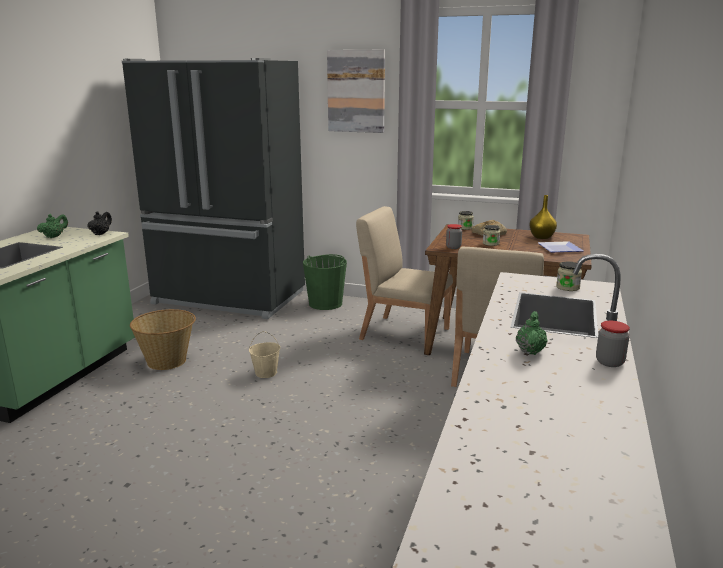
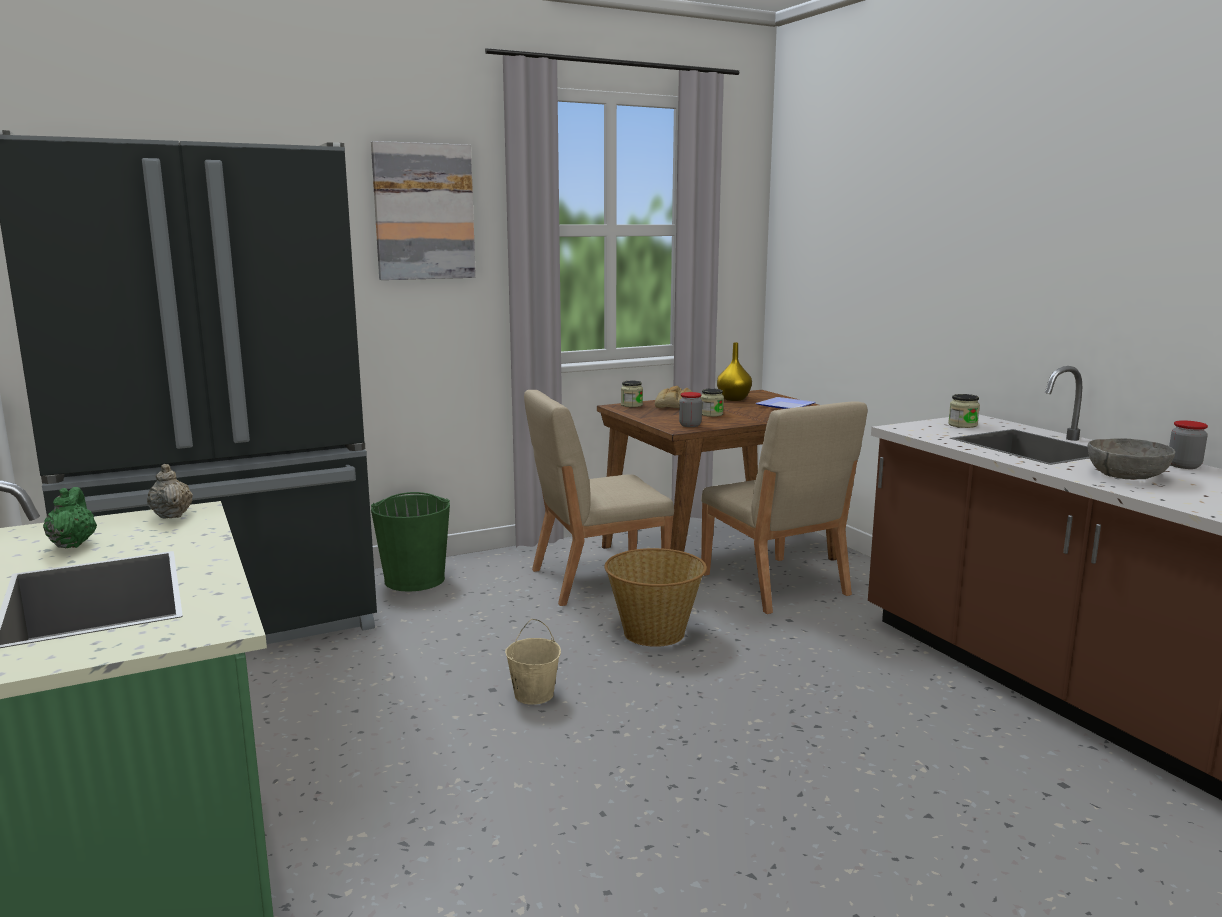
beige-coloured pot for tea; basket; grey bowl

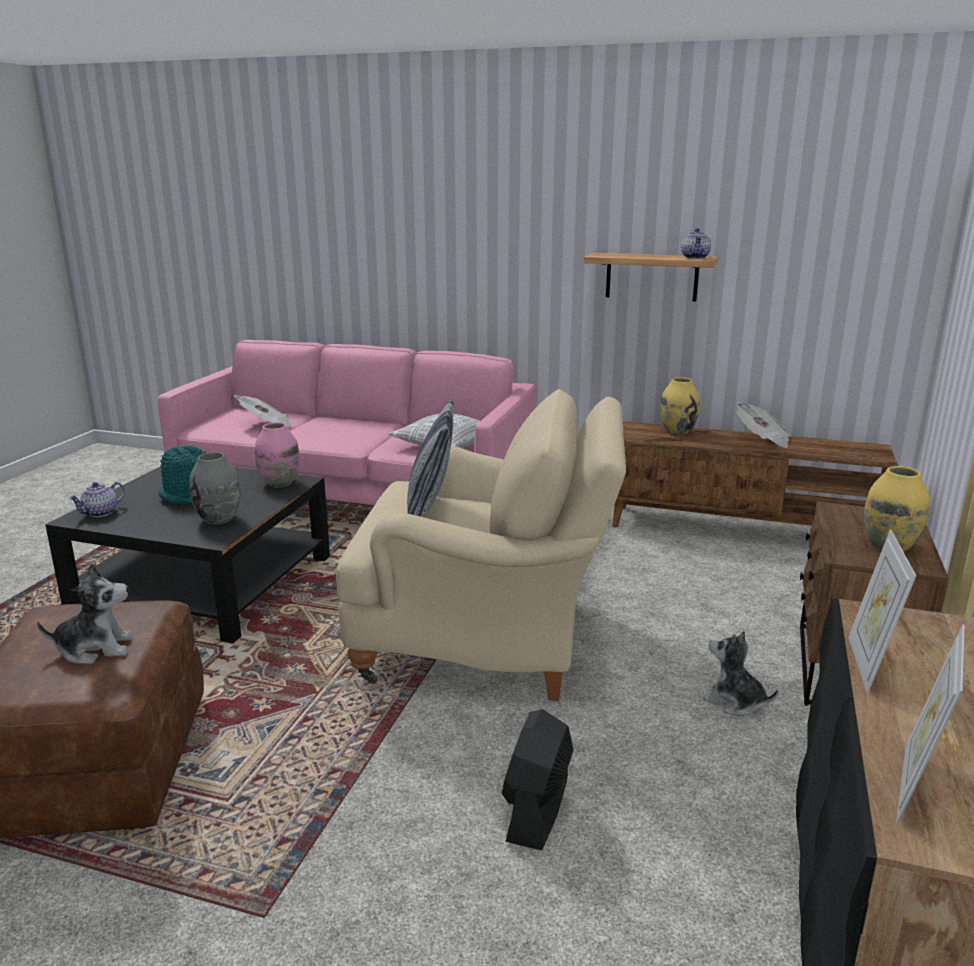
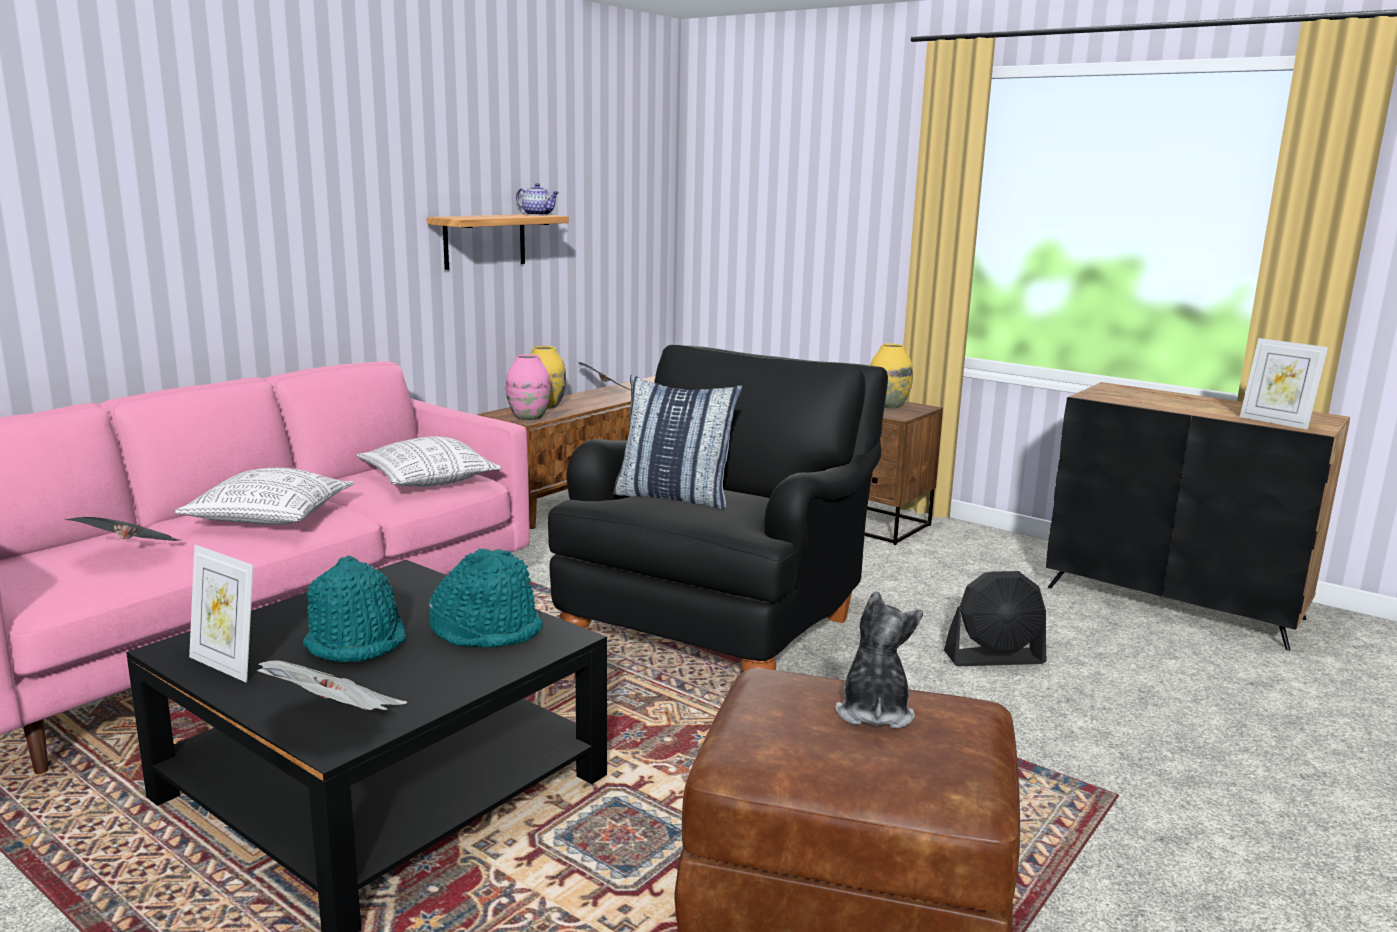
black easy chair; pink-coloured flower vase; turquoise-coloured clothing hat (no. 2 from left); printed paper (no. 2 from left); picture frame (no. 1 from left); cuddly toy (no. 2 from left in the first image); black electric fan; cushion (no. 1 from left)

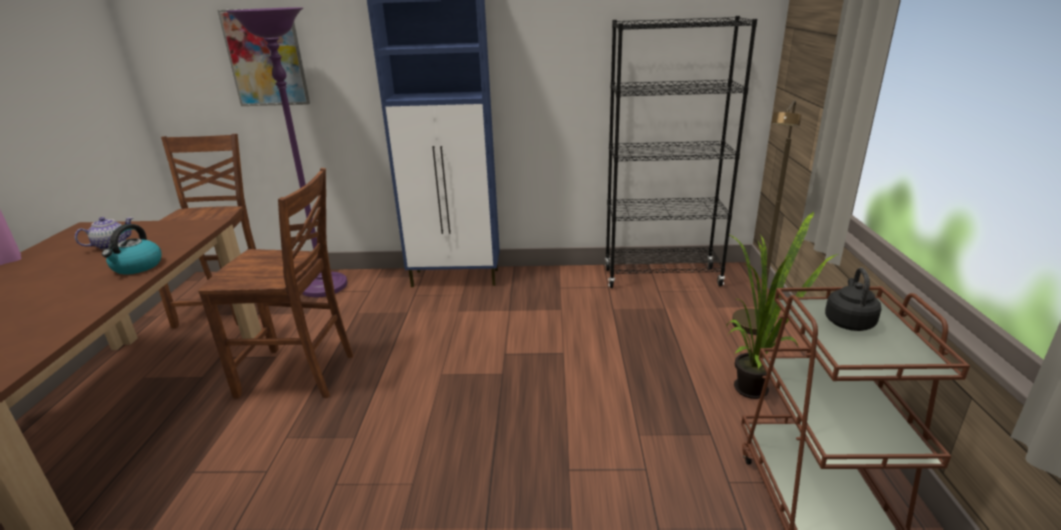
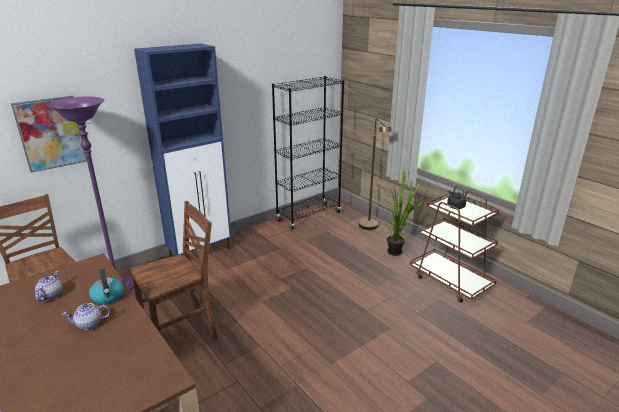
pot for tea (no. 2 from left)

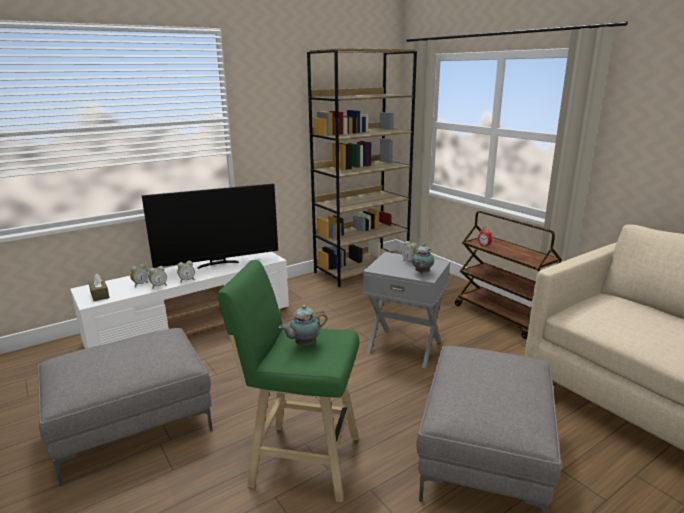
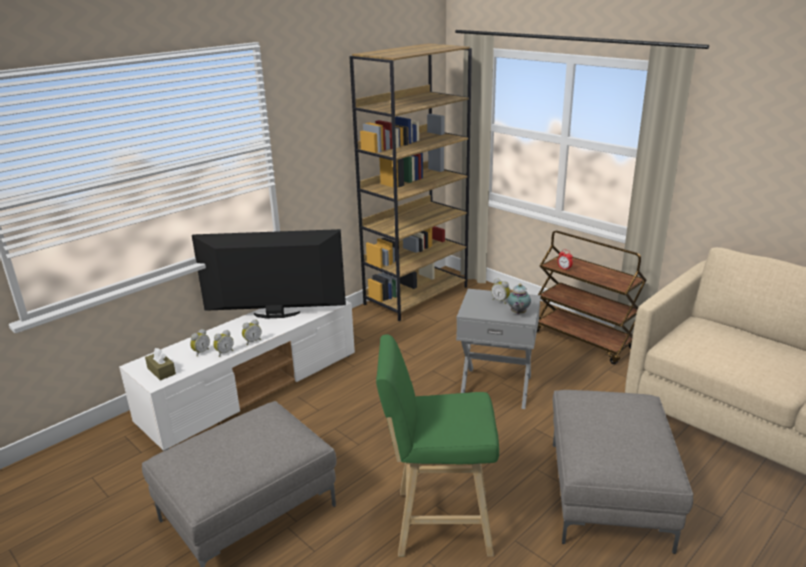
TV set; pot for tea (no. 1 from left in the first image)

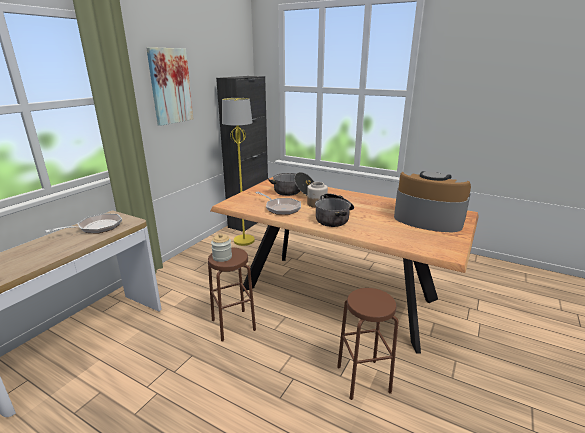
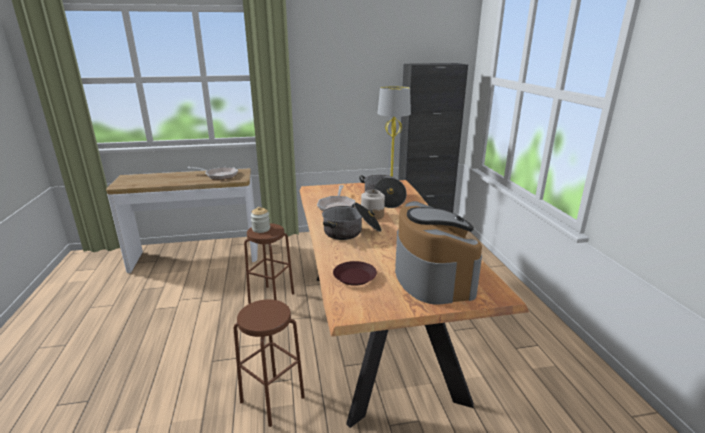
wall art; brown plate

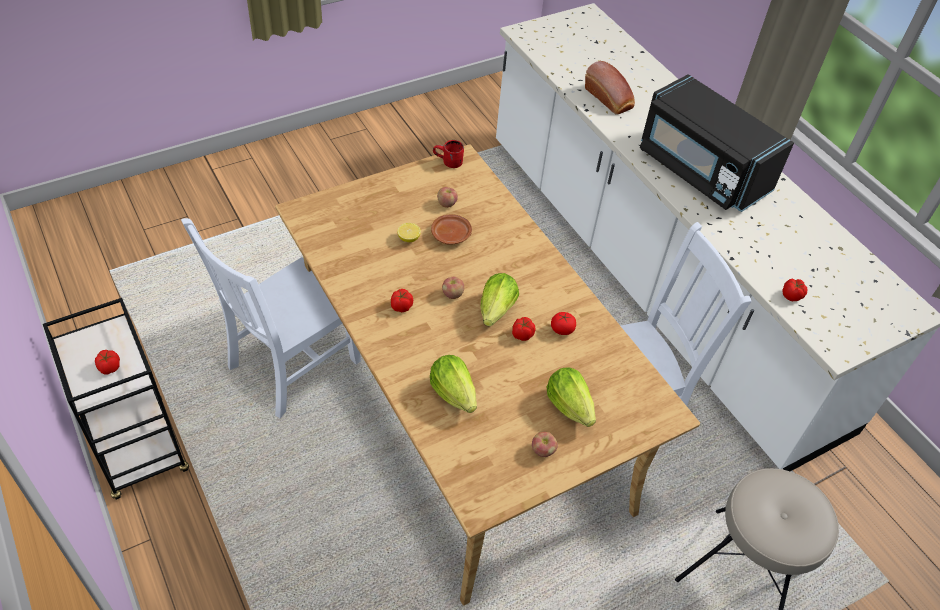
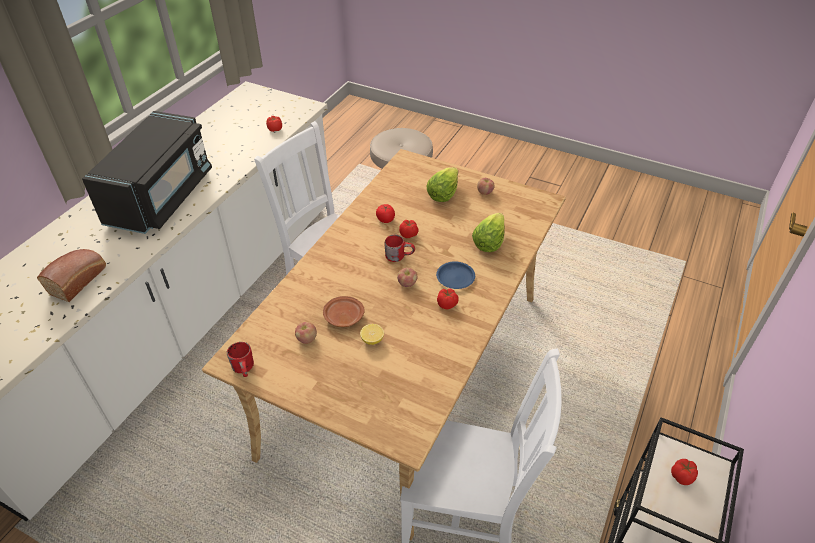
red-coloured tea mug (no. 2 from left); blue plate

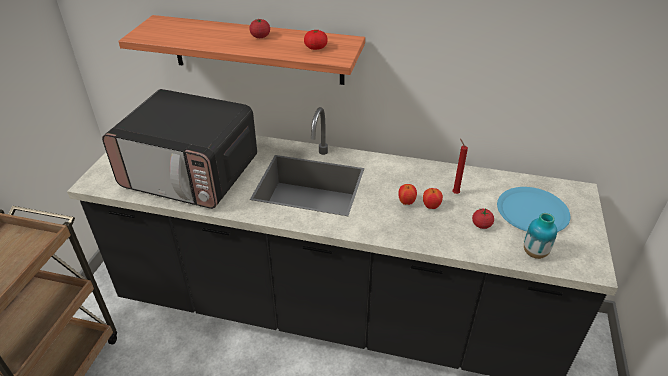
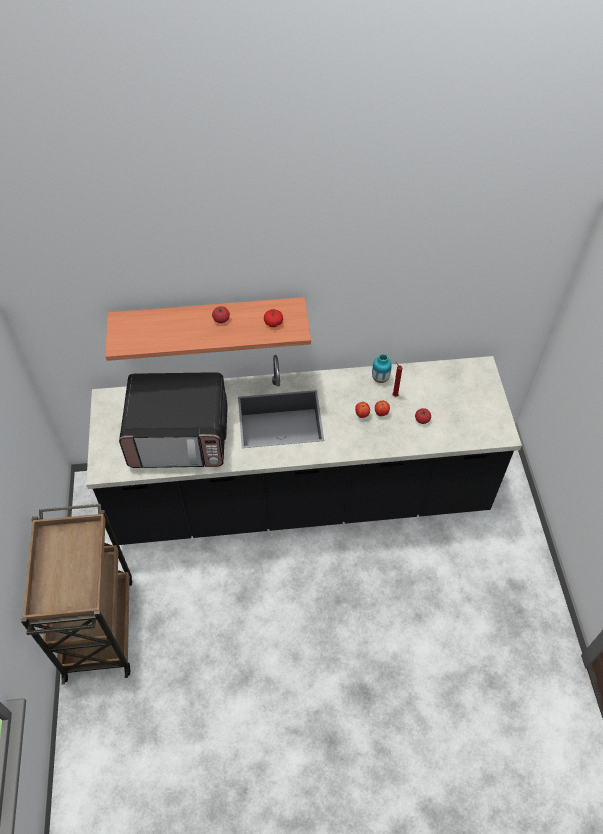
blue plate; flower vase

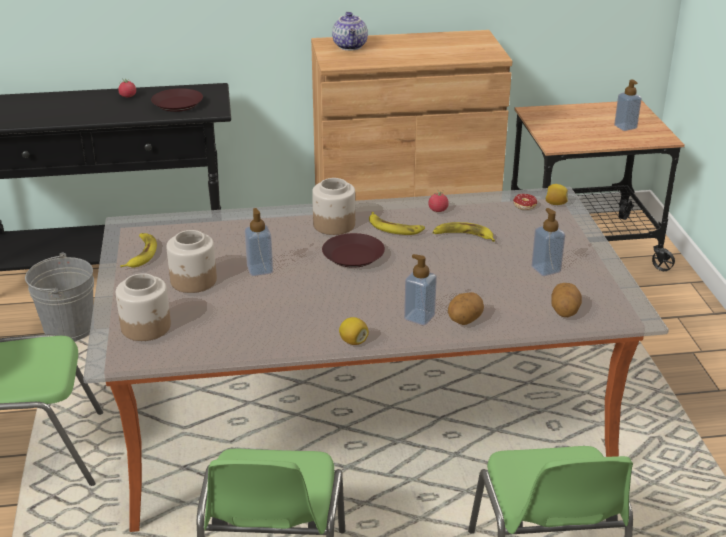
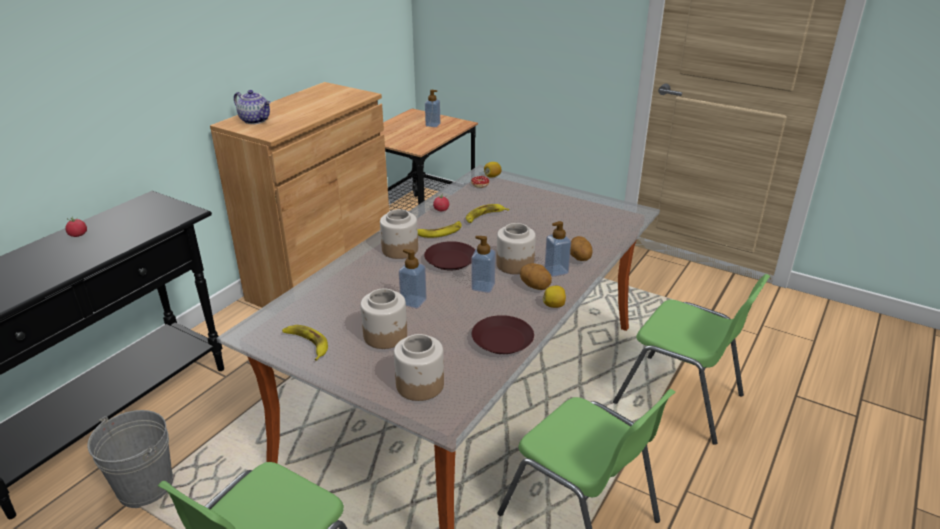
brown plate (no. 2 from left); soap dispenser (no. 3 from left); spud (no. 1 from left); storage jar (no. 4 from left)

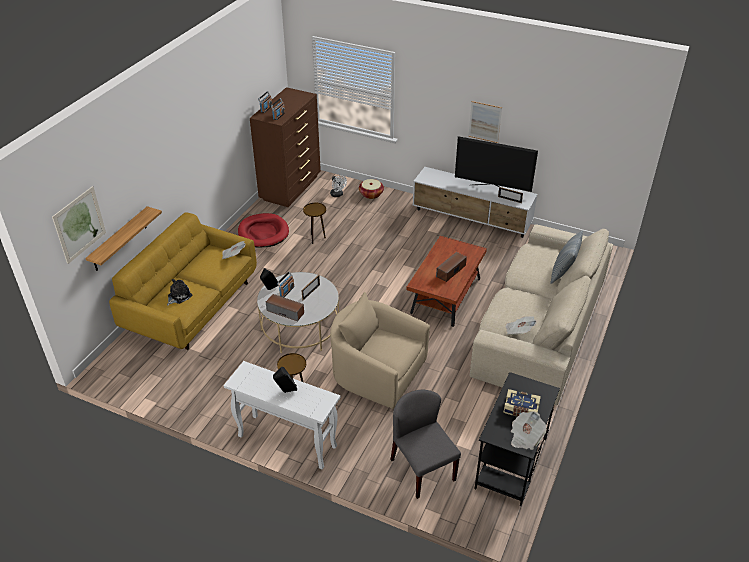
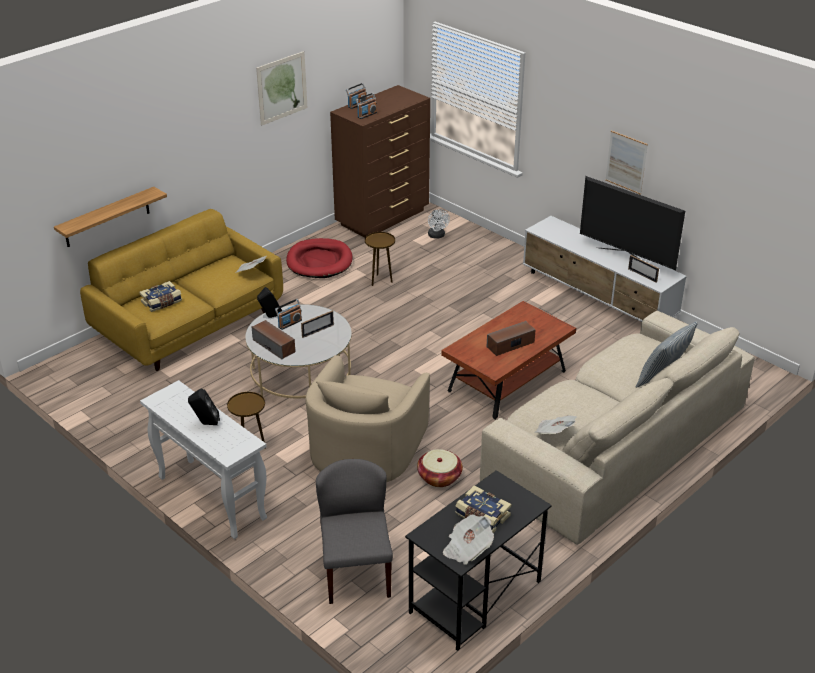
basket; wall art (no. 1 from left); book (no. 1 from left); beige-coloured easy chair

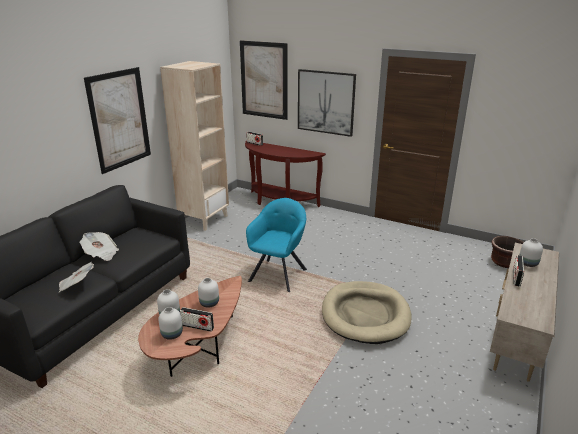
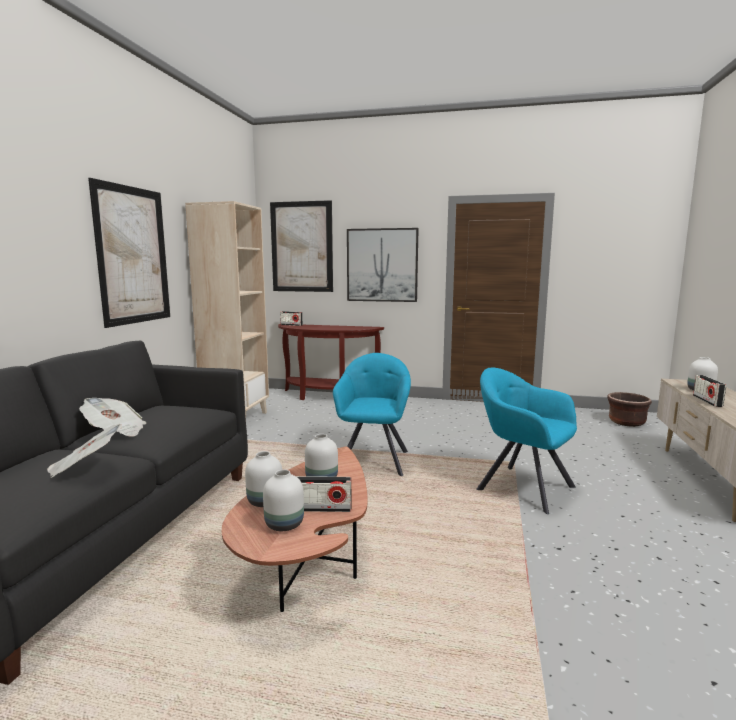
turquoise-coloured easy chair (no. 2 from left)

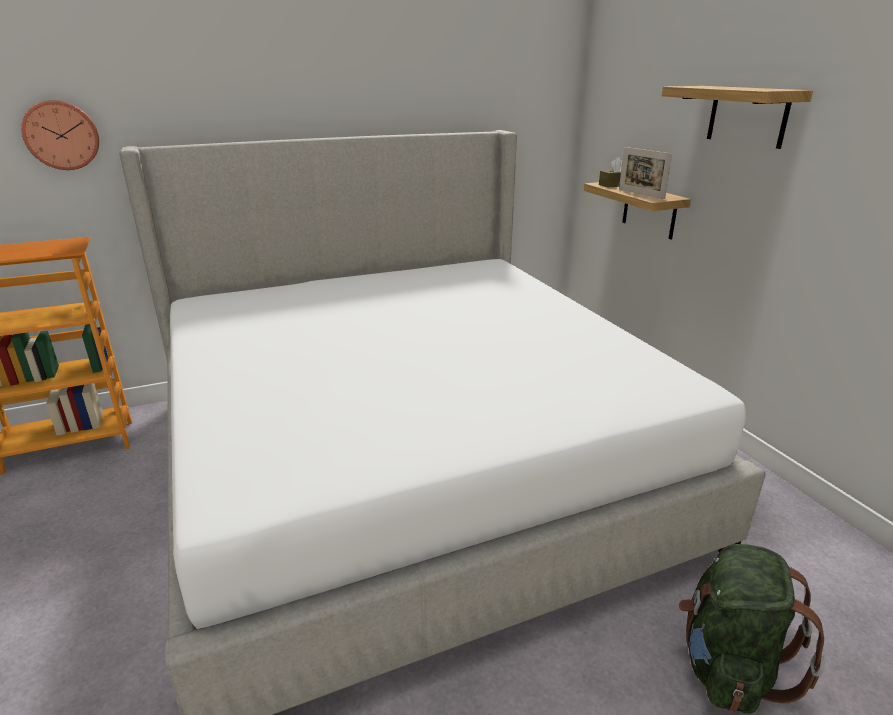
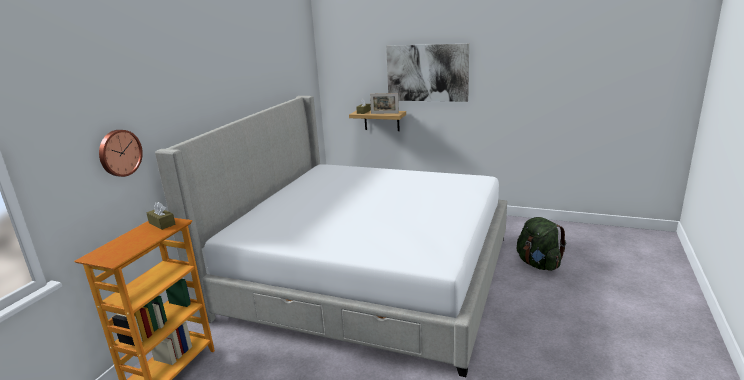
wall art; brown tissue box (no. 1 from left)

